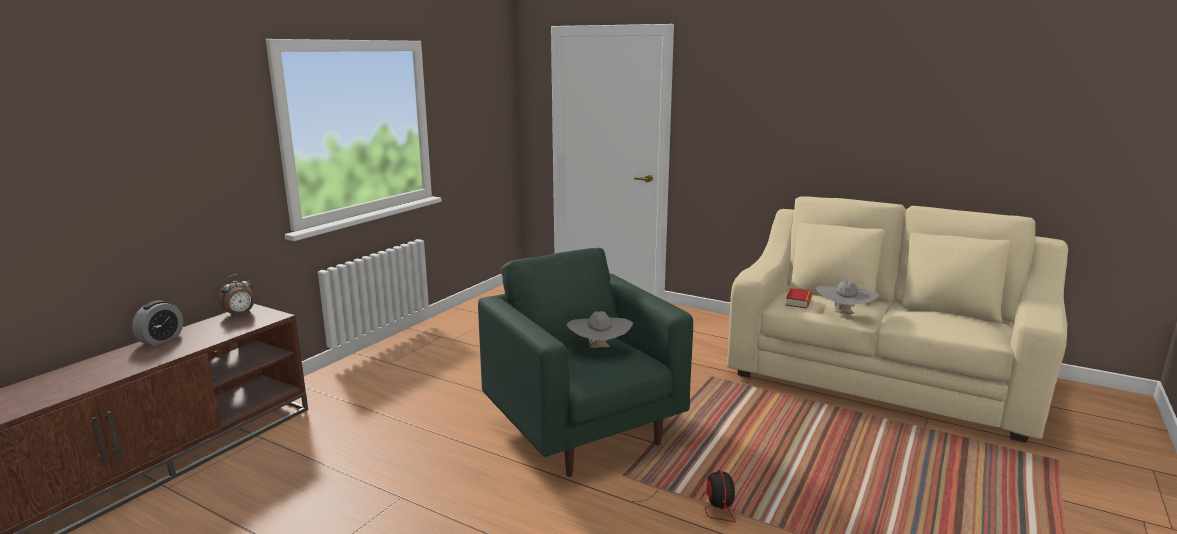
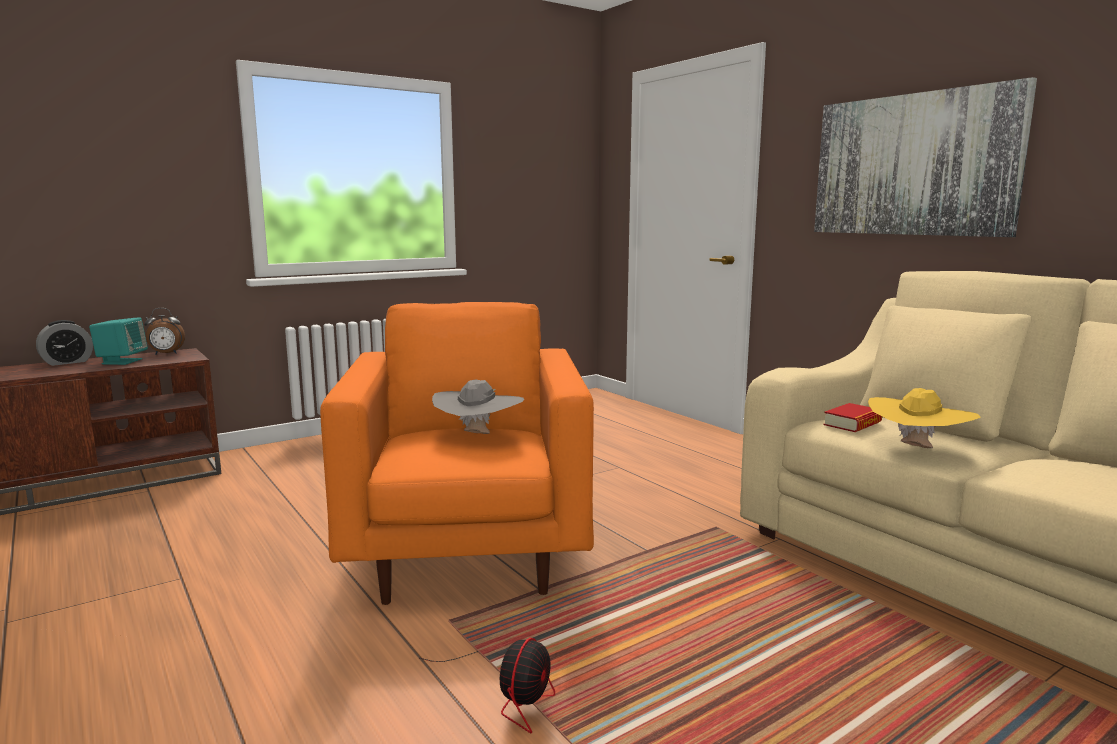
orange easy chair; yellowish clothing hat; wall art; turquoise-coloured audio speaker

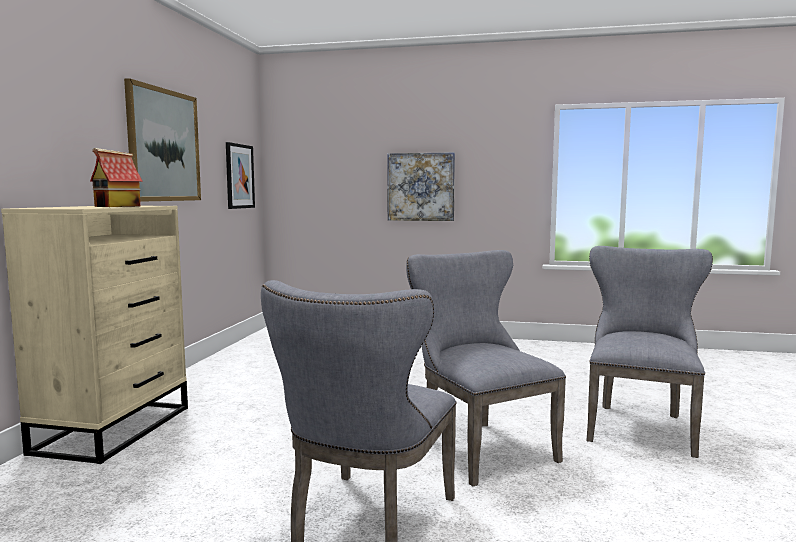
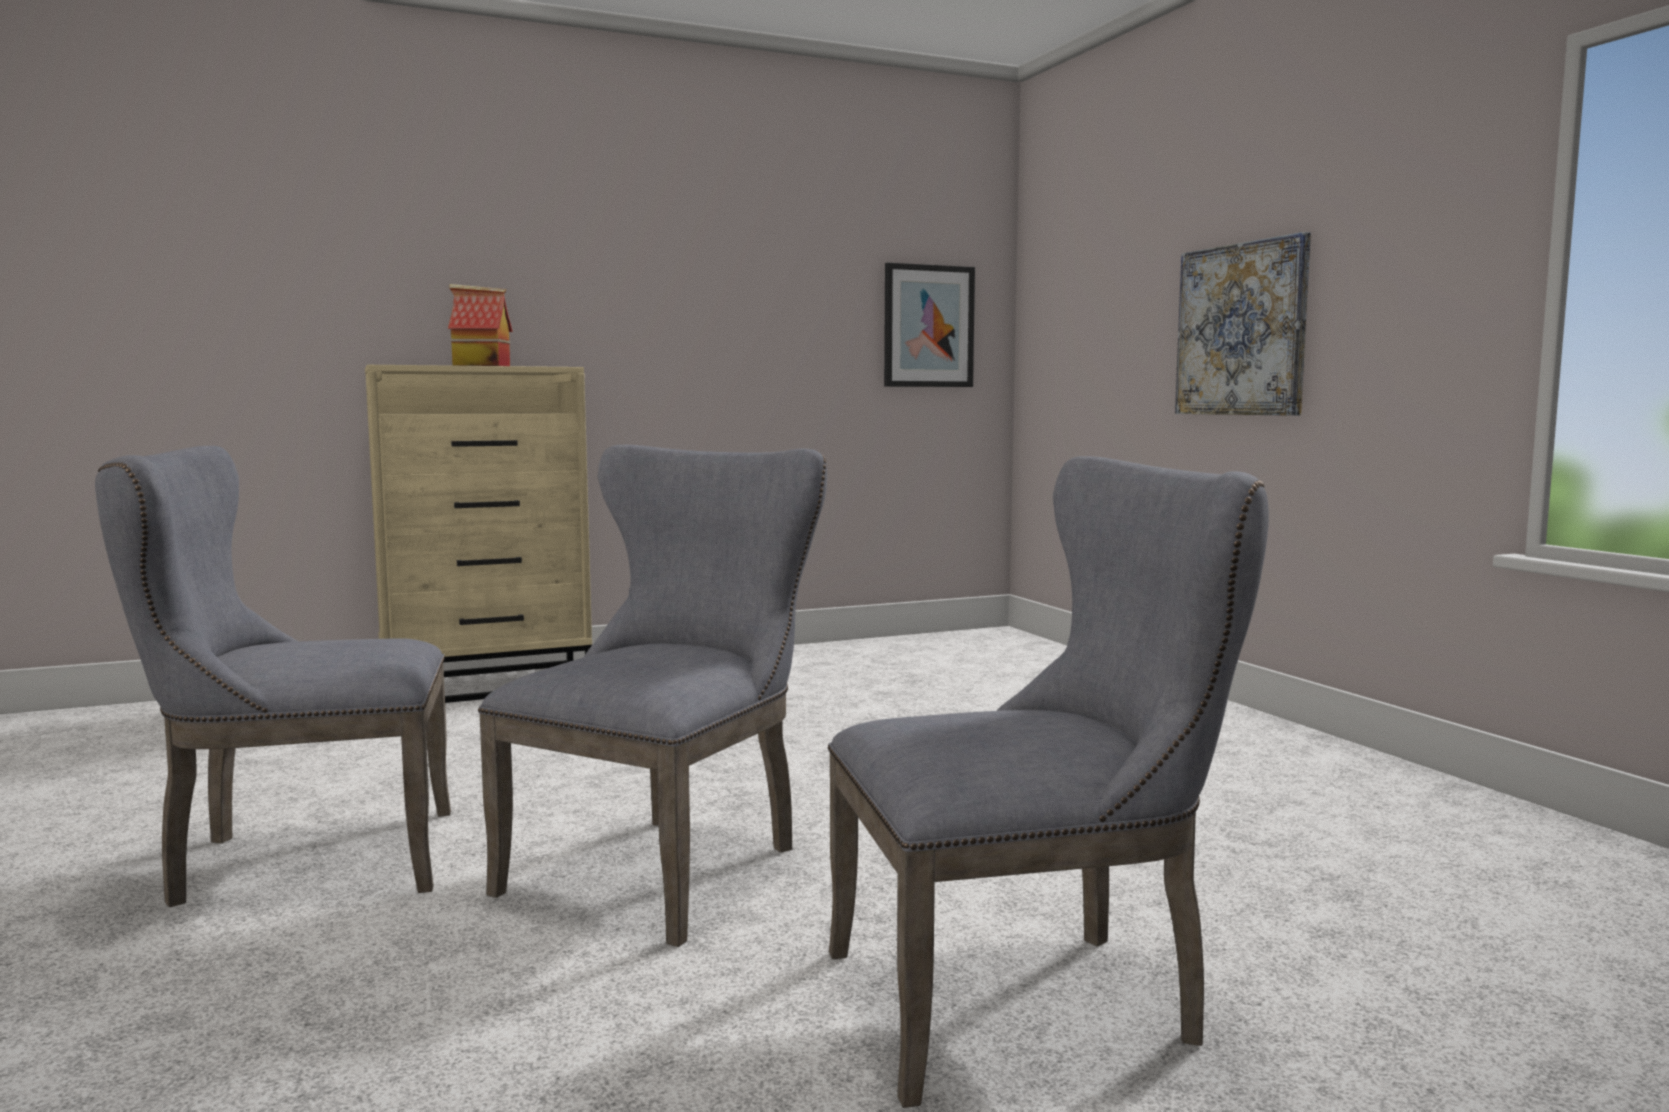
wall art (no. 1 from left in the first image)

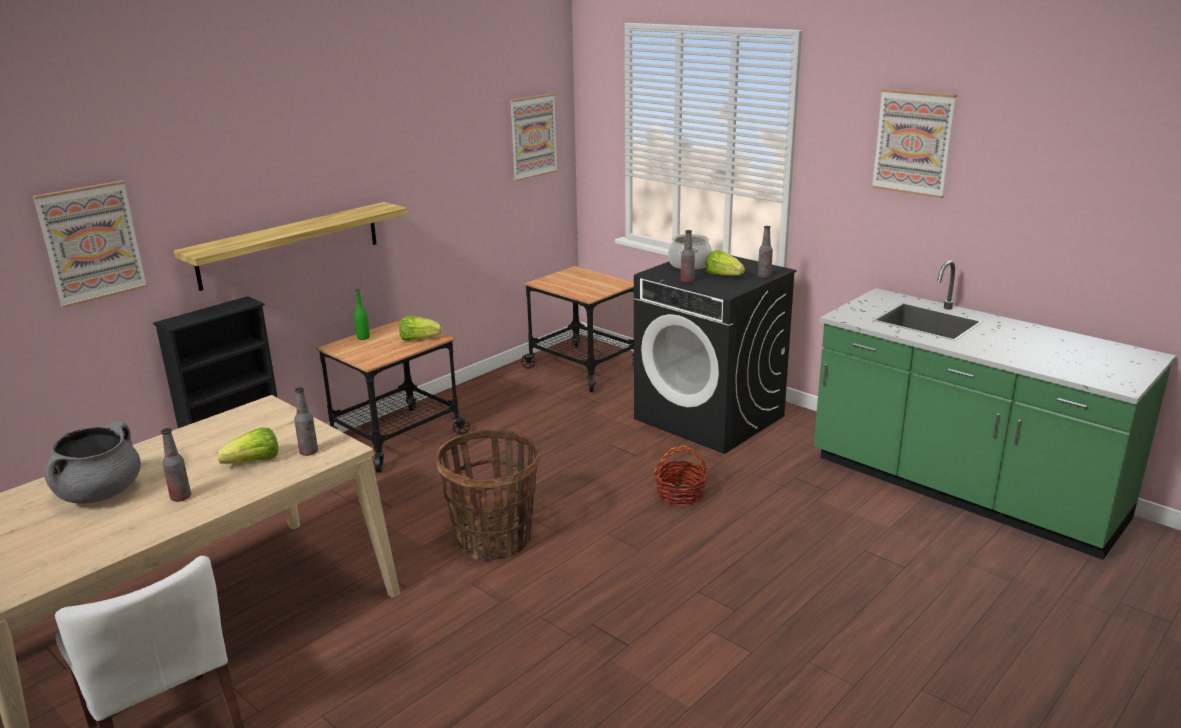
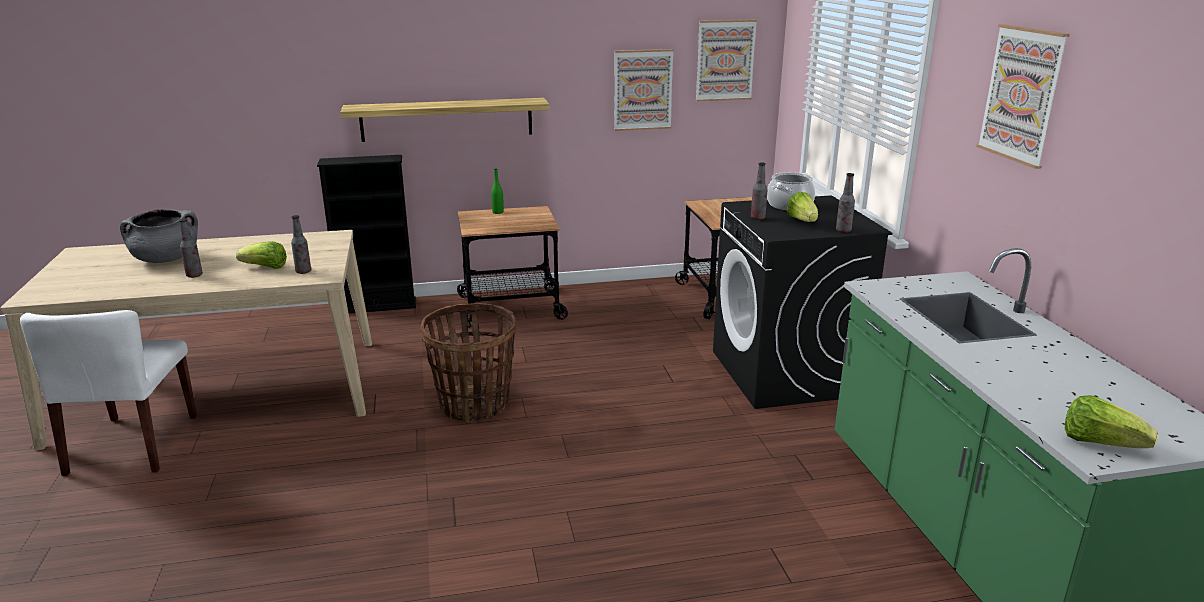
wall art (no. 1 from left); lettuce head (no. 3 from left); basket (no. 2 from left in the first image)

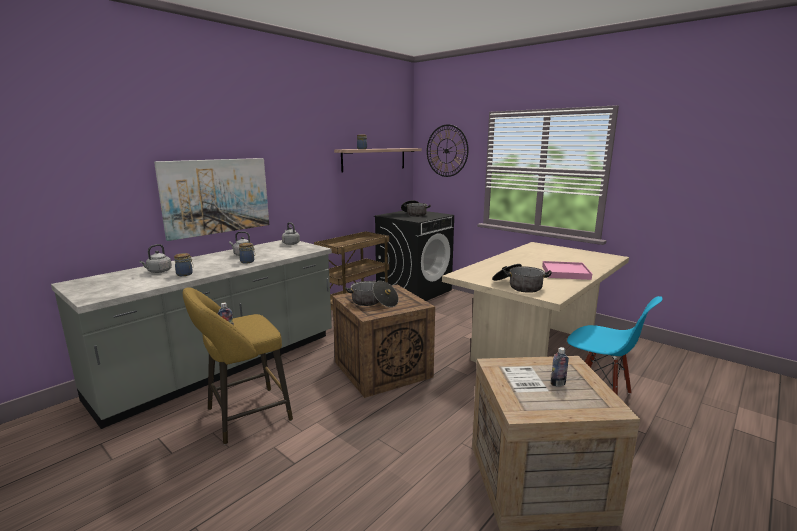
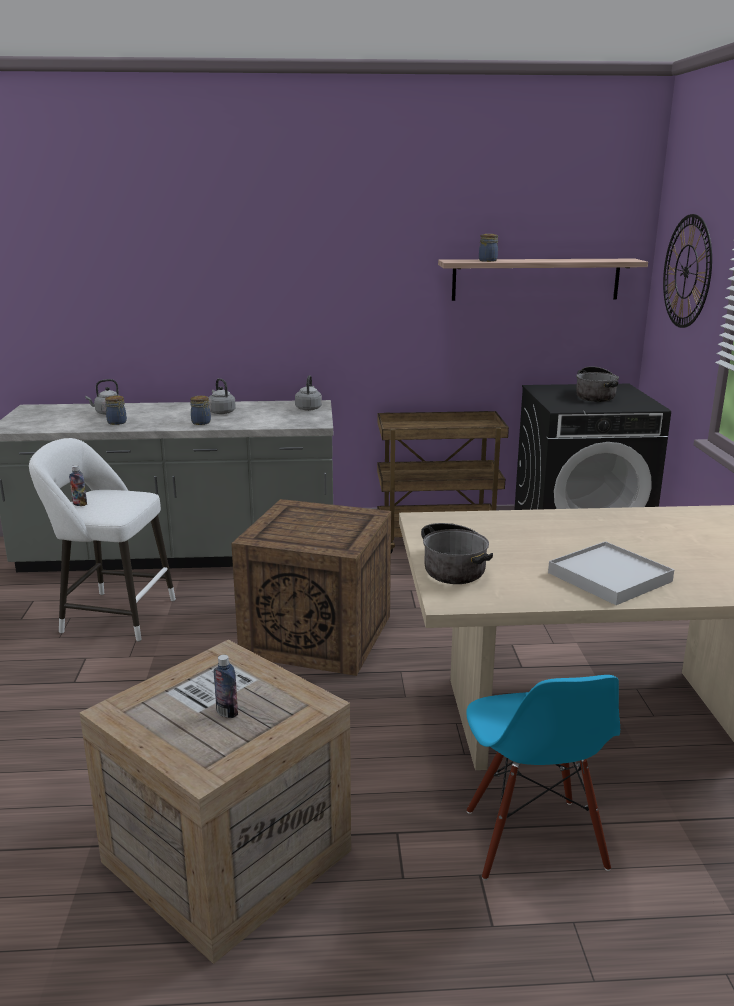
wall art; white serving tray; stockpot (no. 1 from left in the first image); white stool

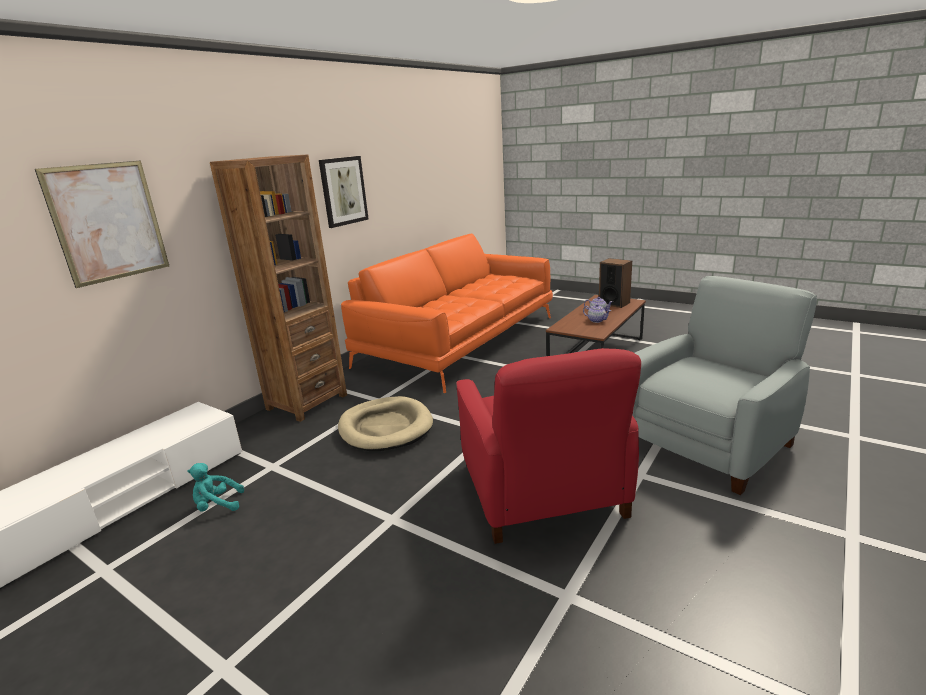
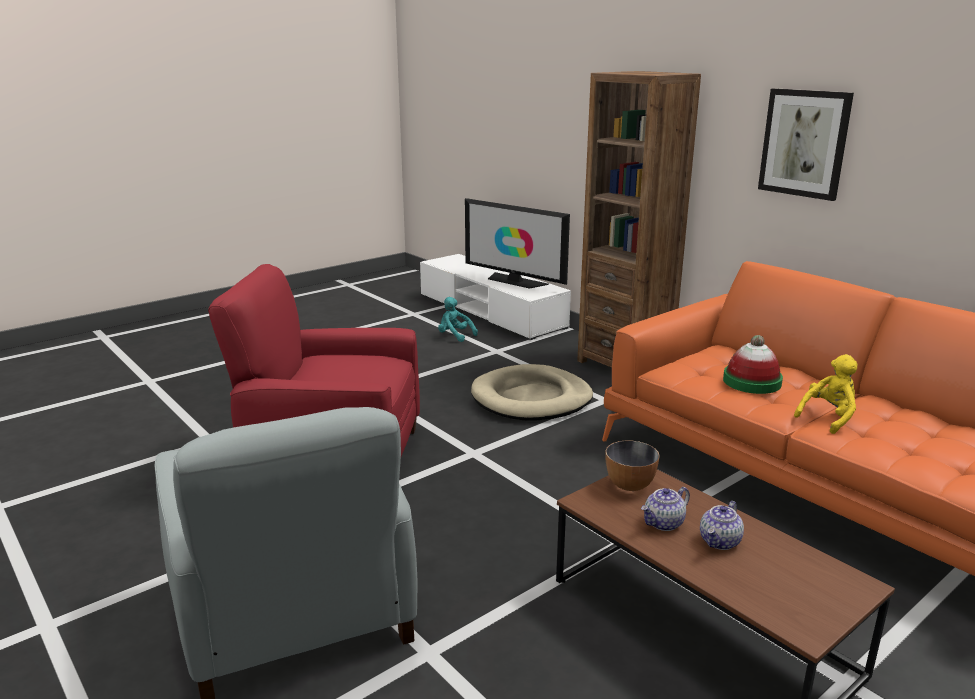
wall art (no. 1 from left in the first image); audio speaker; turquoise-coloured cuddly toy; TV set; clothing hat; yellowish cuddly toy; bowl

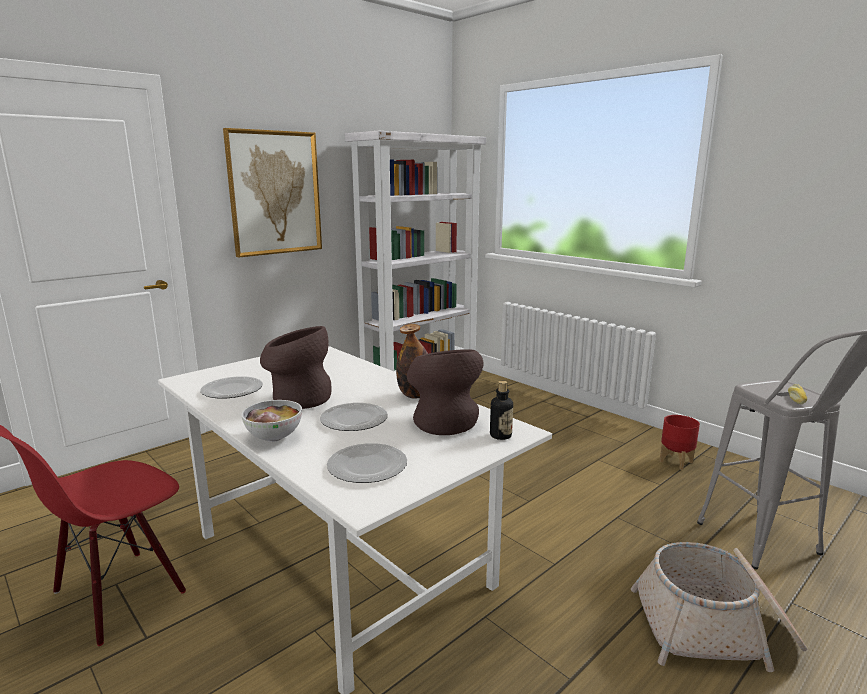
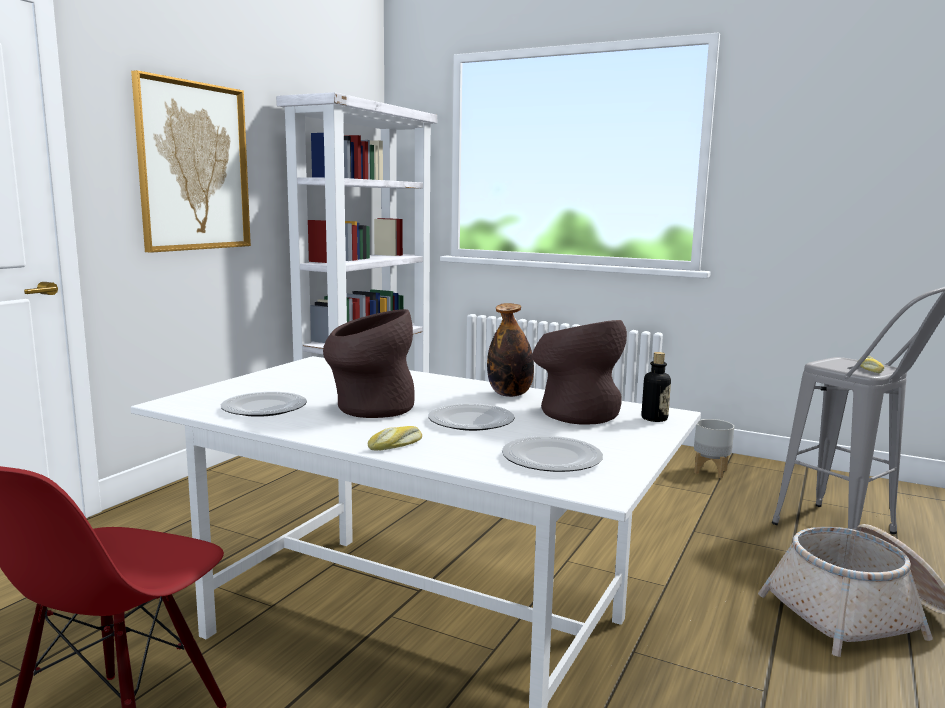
bread (no. 1 from left); grey flower pot

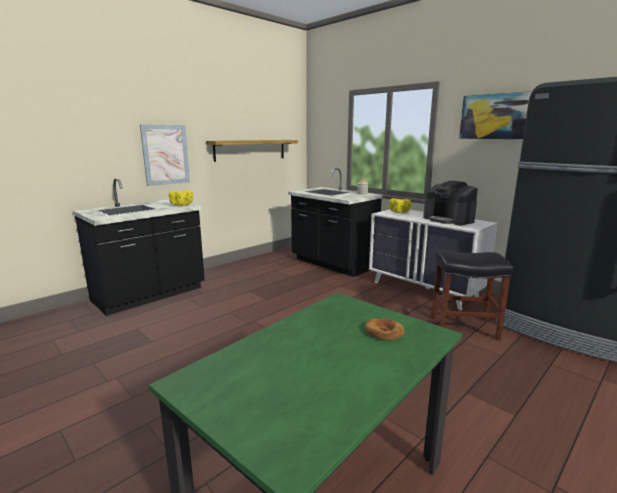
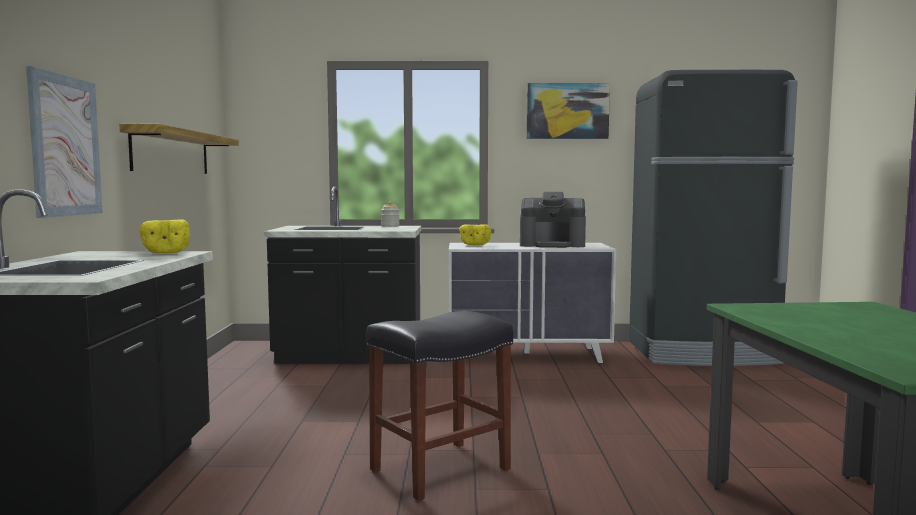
black stool; bread

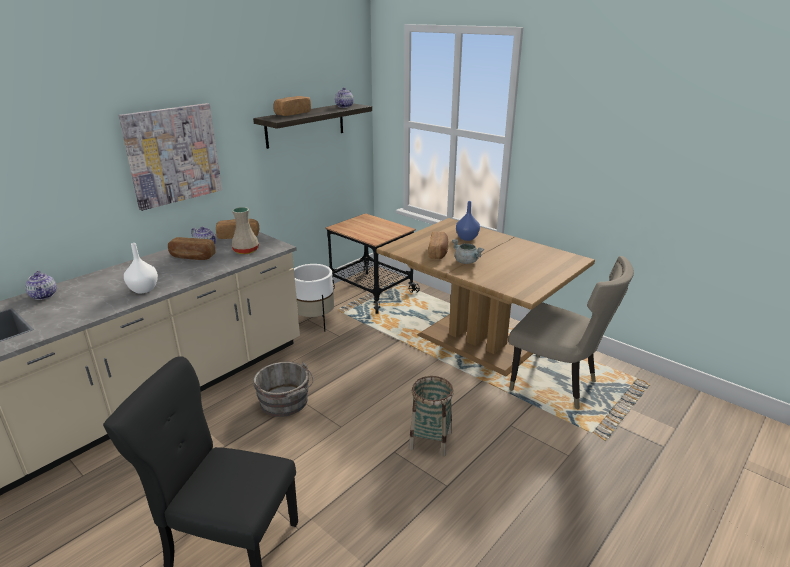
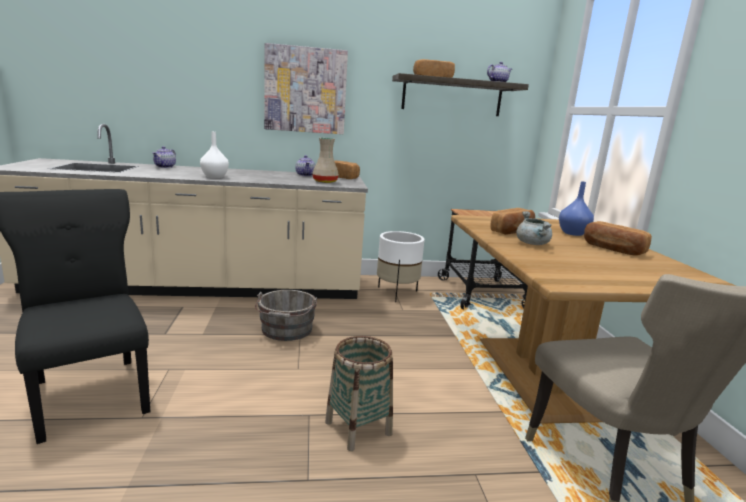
bread (no. 4 from left)

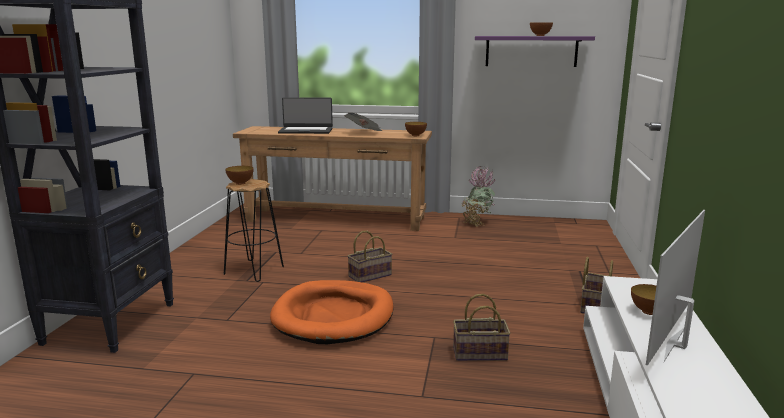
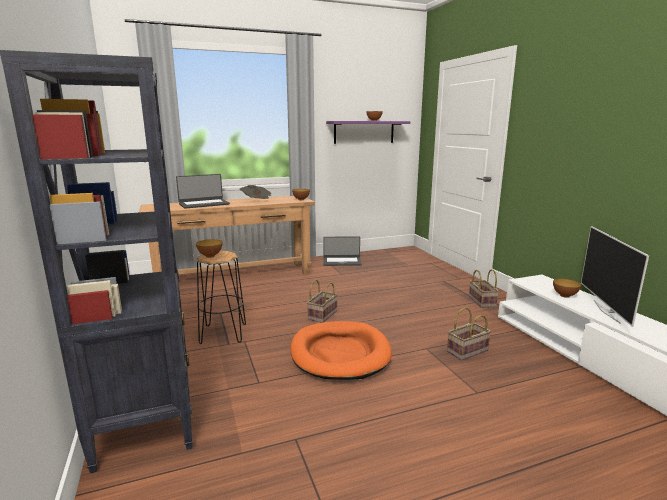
notebook computer (no. 2 from left)

